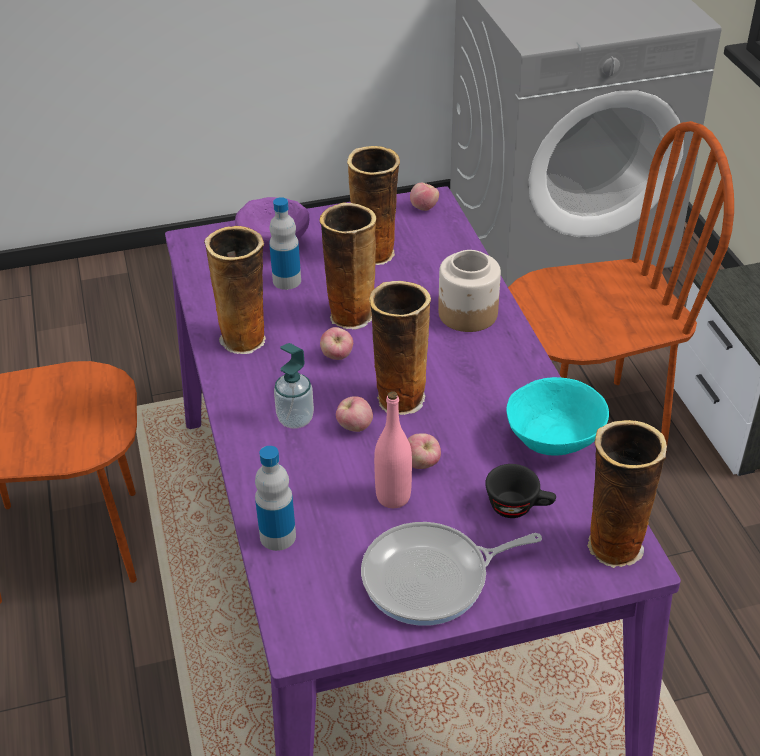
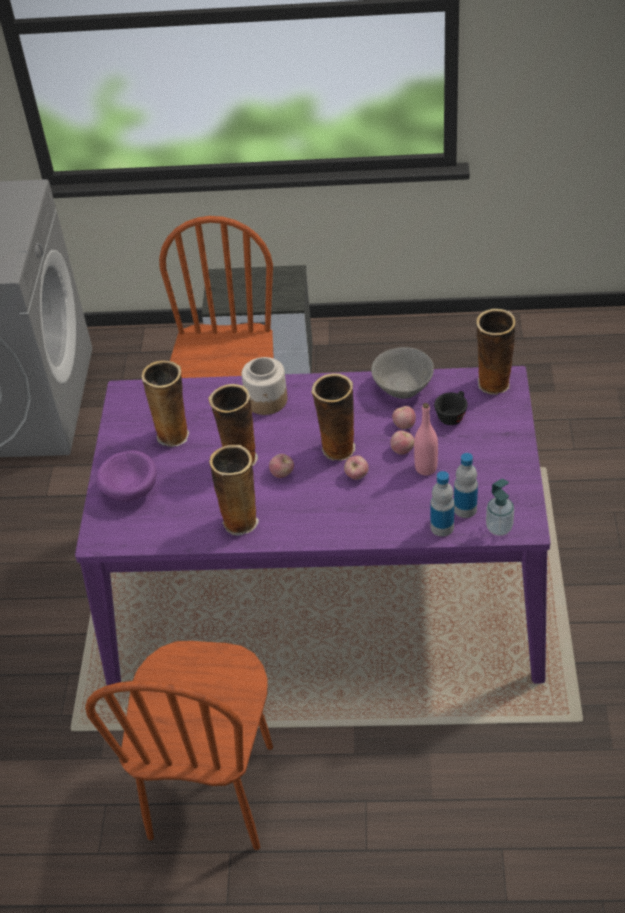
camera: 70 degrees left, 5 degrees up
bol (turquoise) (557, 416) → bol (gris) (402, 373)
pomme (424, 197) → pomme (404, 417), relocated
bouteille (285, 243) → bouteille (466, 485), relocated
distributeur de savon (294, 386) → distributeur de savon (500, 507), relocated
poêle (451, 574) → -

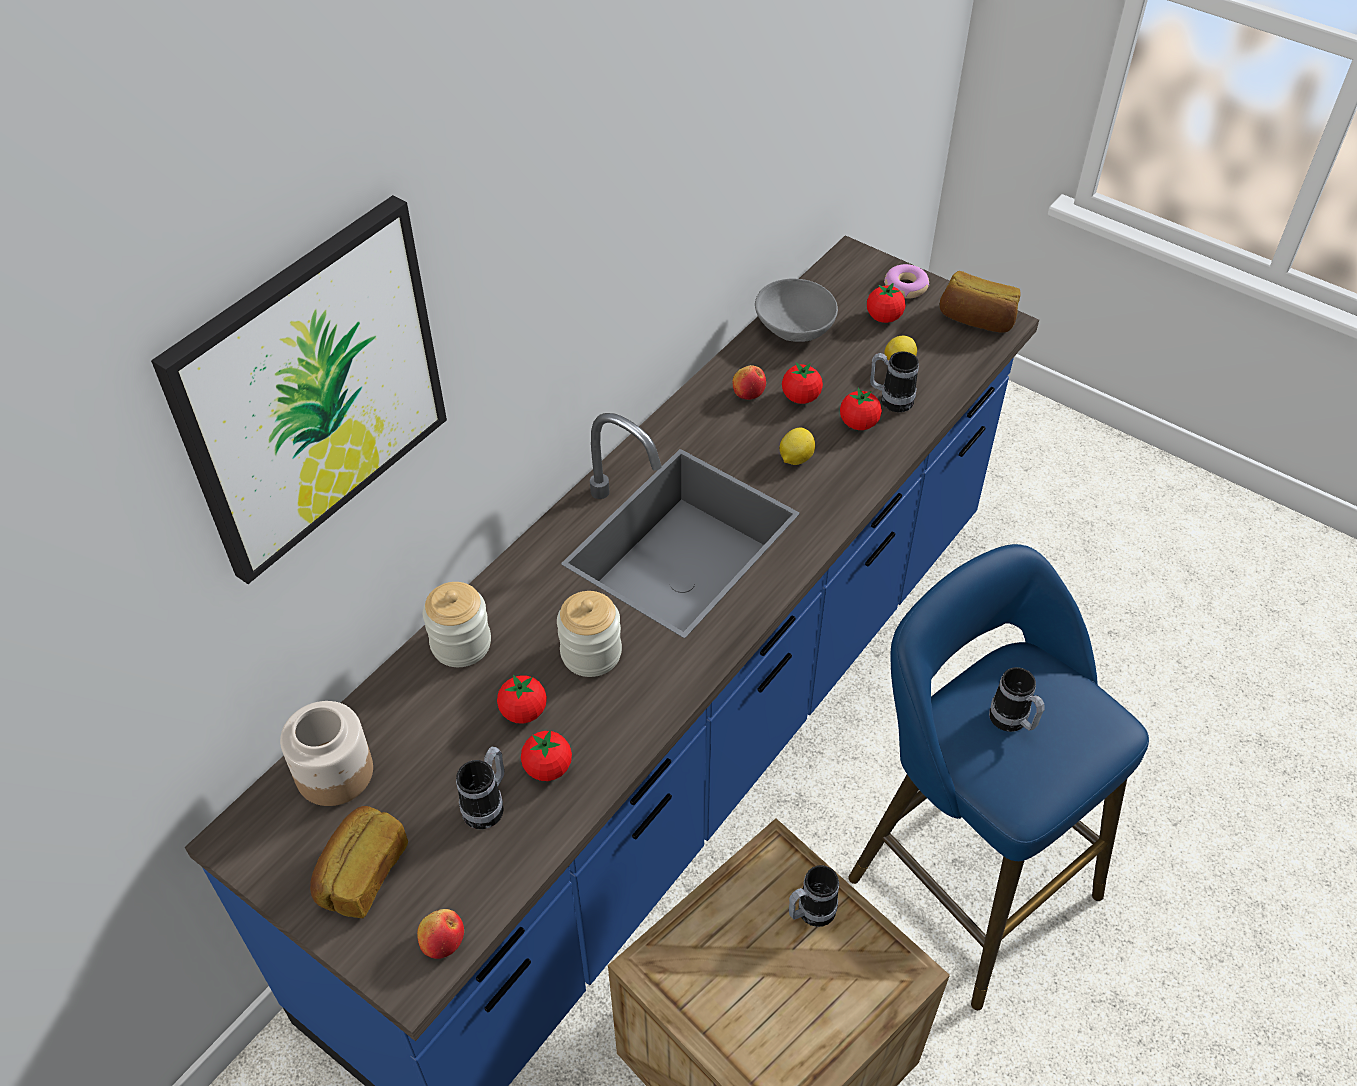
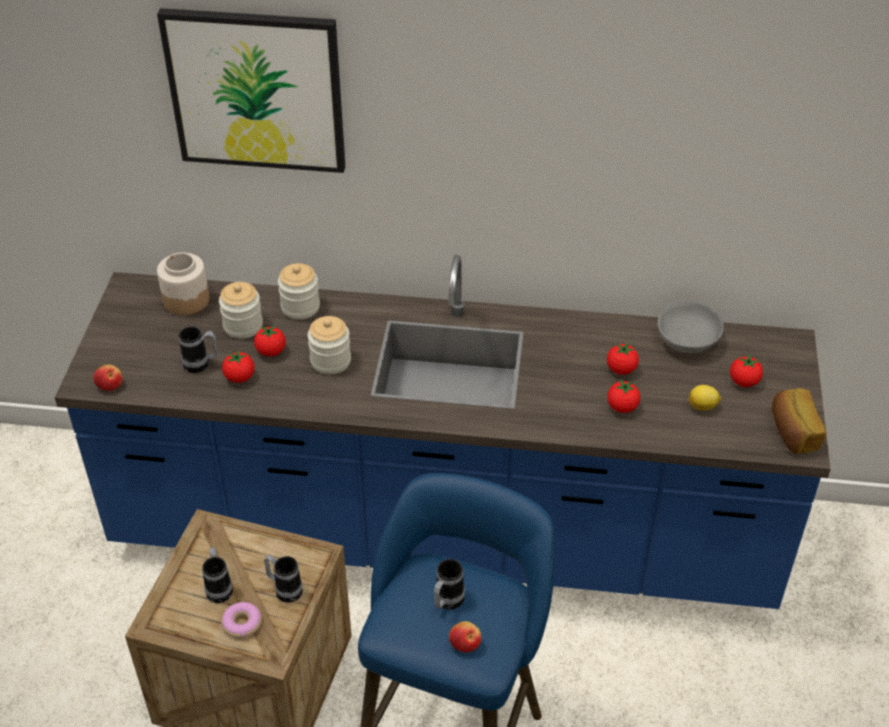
camera: 60 degrees right, 5 degrees down
mug (894, 381) → mug (217, 575), relocated
- → bocal (241, 310)
beignet (906, 281) → beignet (242, 620), relocated
pomme (749, 382) → pomme (465, 636), relocated
pain (359, 862) → -
citron (797, 446) → -

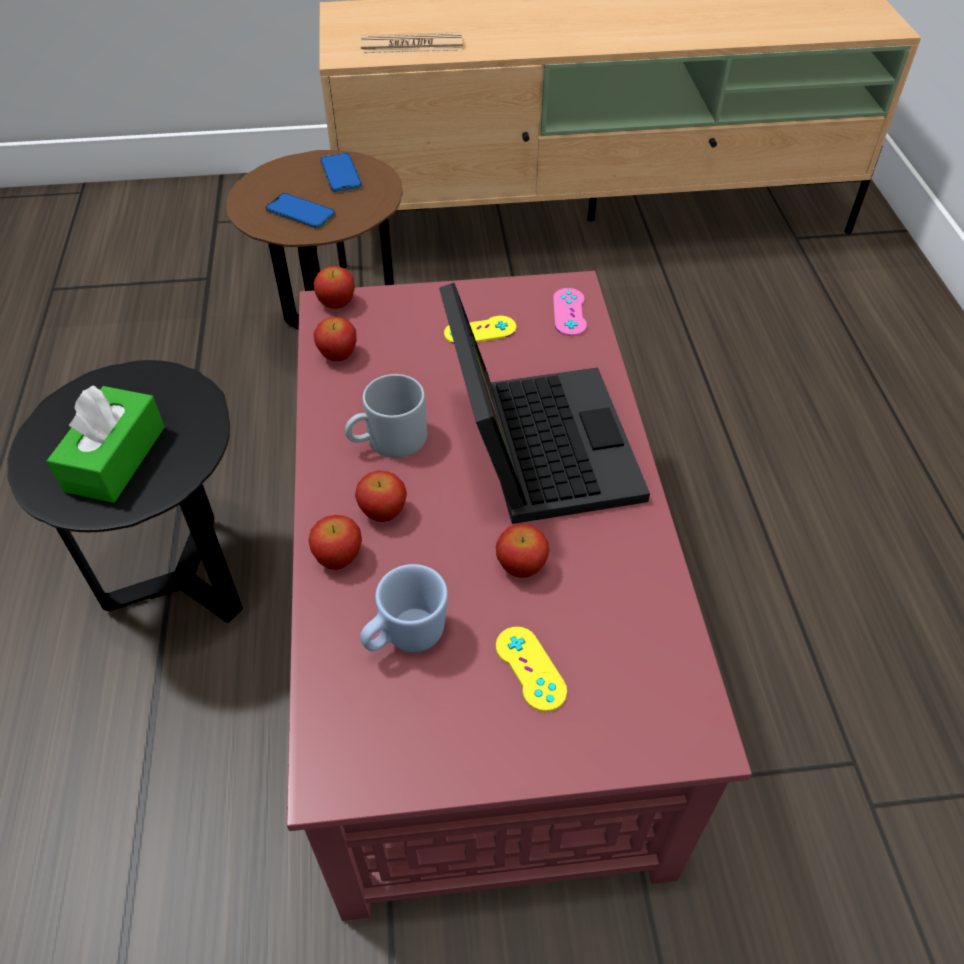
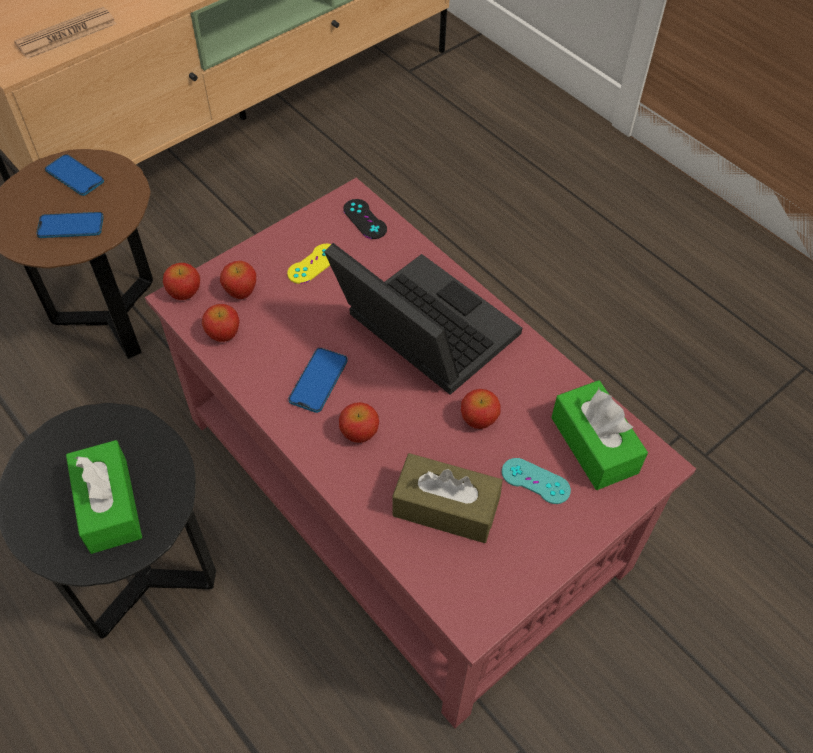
camera: 35 degrees left, 5 degrees up
pomme (335, 542) → pomme (238, 280), relocated
mug (gris) (386, 416) → téléphone (318, 380)
manette (rose) (570, 312) → manette (noir) (365, 219)
mug (bleu) (404, 608) → boîte à mouchoirs (marron) (447, 498)
manette (jaune) (531, 669) → manette (turquoise) (536, 481)
- → boîte à mouchoirs (vert) (599, 435)

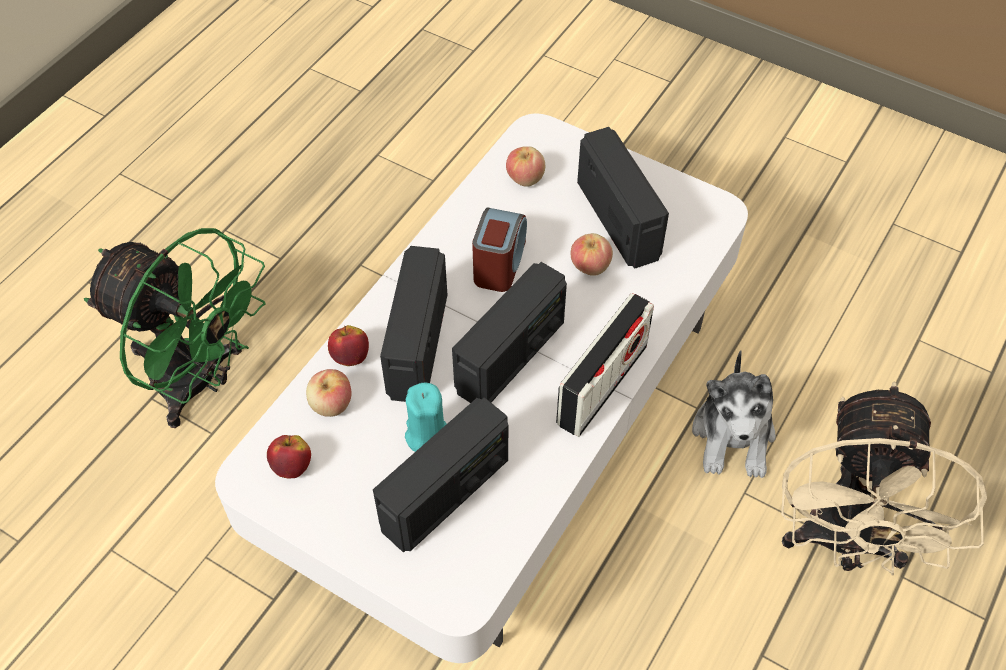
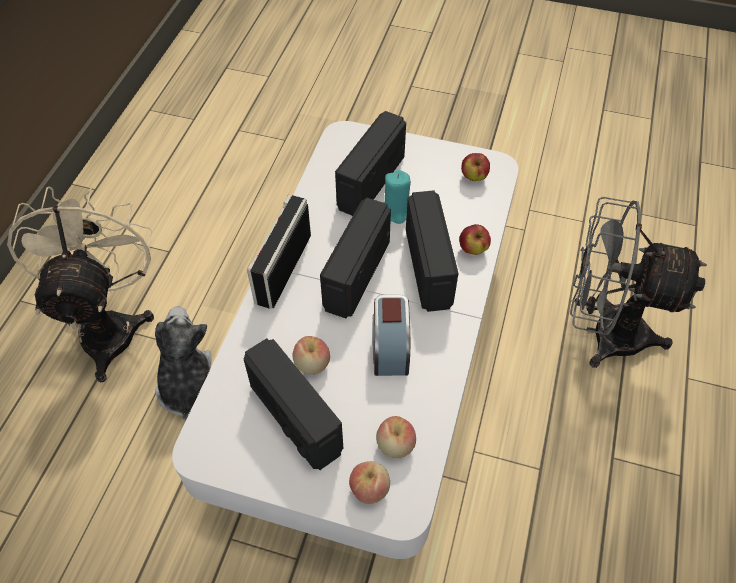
camera: 165 degrees right, 0 degrees up
pomme (329, 393) → pomme (369, 482), relocated
ventilateur (vert) (174, 328) → ventilateur (gris) (638, 282)

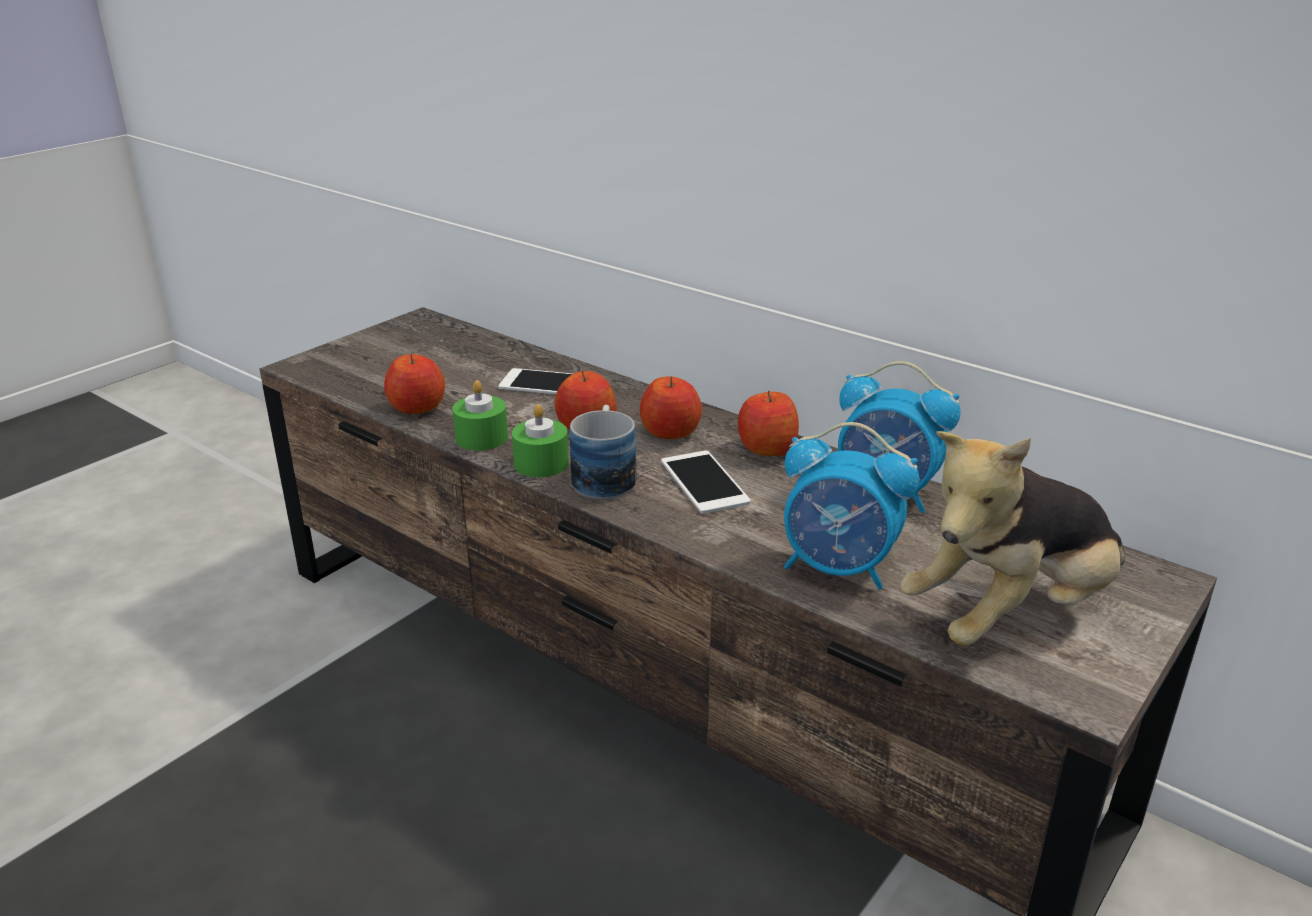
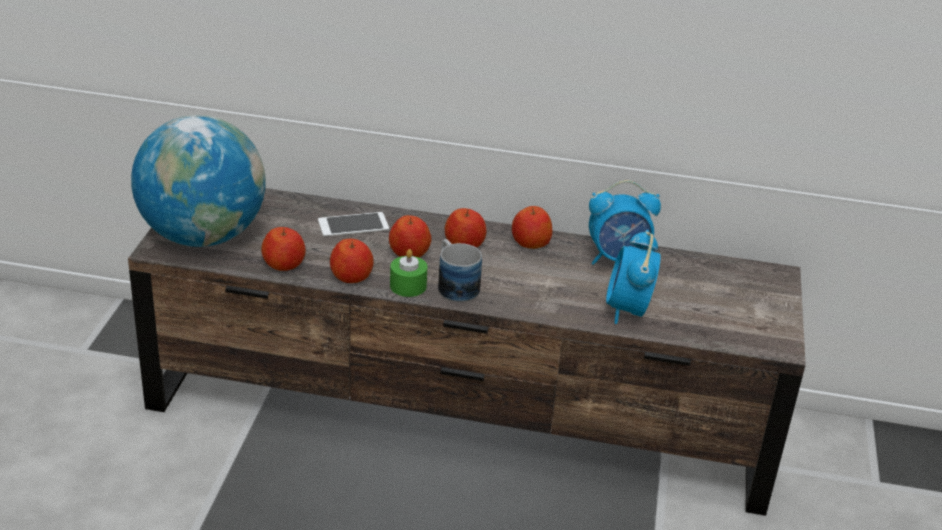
camera: 30 degrees left, 5 degrees up
- → globe (198, 181)
bougie (vert) (480, 415) → pomme (352, 261)
réveil (851, 505) → réveil (633, 277), 105 degrees clockwise
téléphone (706, 482) → -
peluche (1012, 538) → -

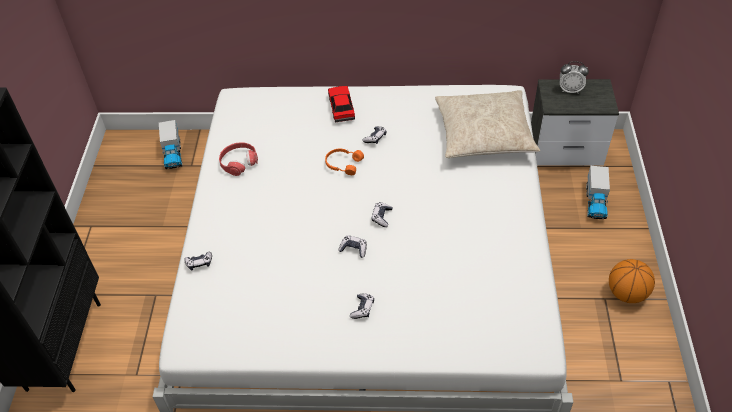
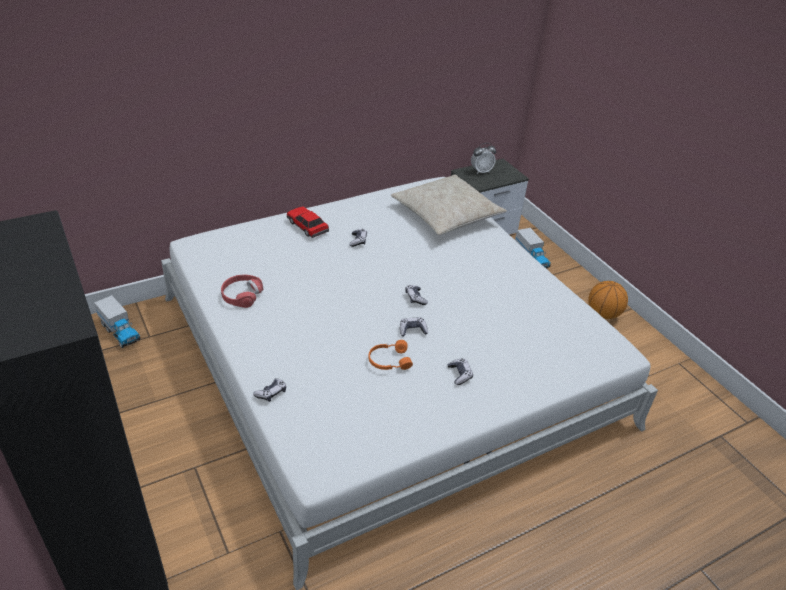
camera: 35 degrees left, 10 degrees down
casque audio (orange) (344, 162) → casque audio (orange) (390, 355), relocated

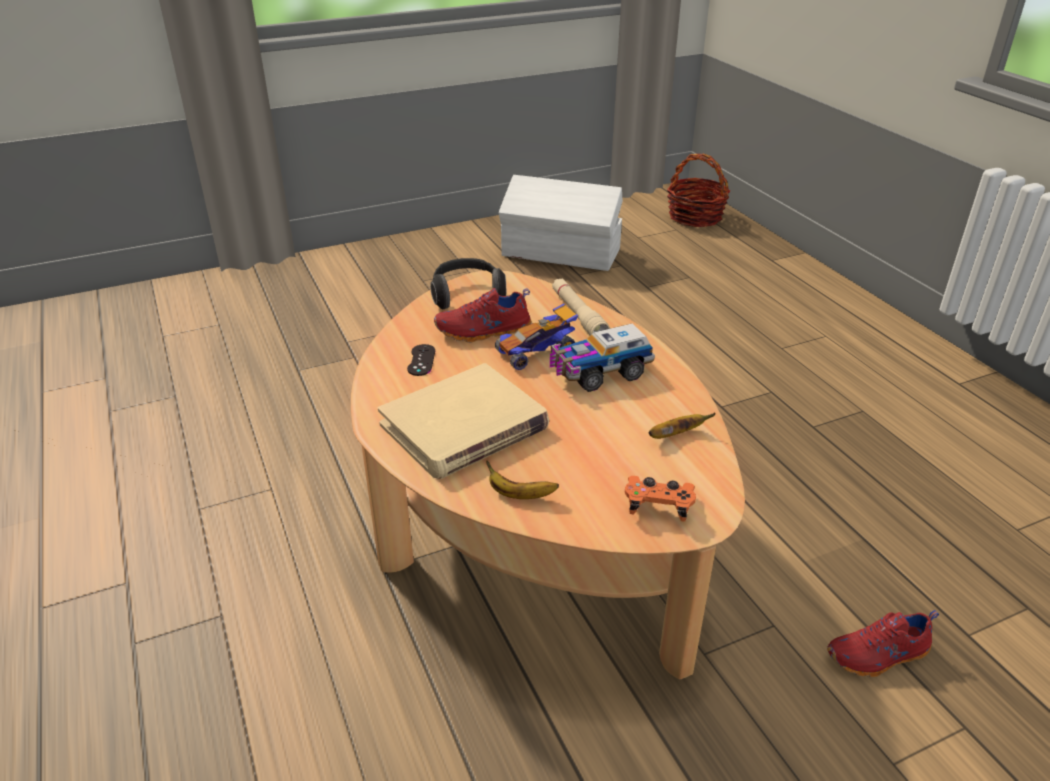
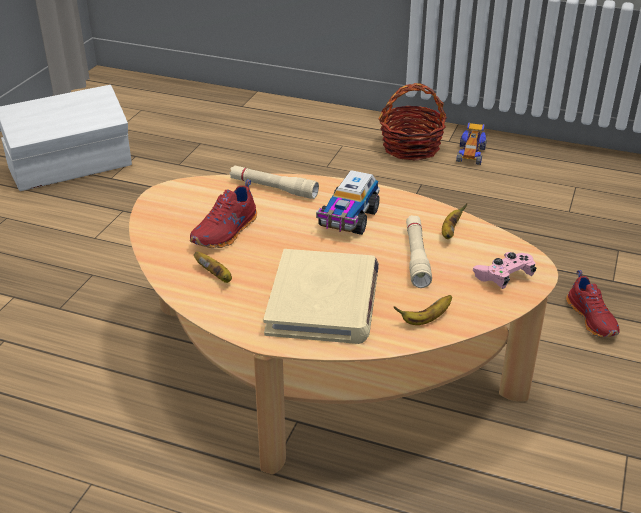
camera: 45 degrees left, 0 degrees up
manette (noir) (421, 360) → banane (213, 267)
panier (698, 190) → panier (413, 122), relocated
- → lampe de poche (beige) (419, 251)
petite voiture (536, 336) → petite voiture (471, 143), relocated
manette (orange) (660, 499) → manette (rose) (504, 270)
chaussure (rouge) (883, 643) → chaussure (rouge) (593, 304), 45 degrees counterclockwise
casque audio (468, 284) → -

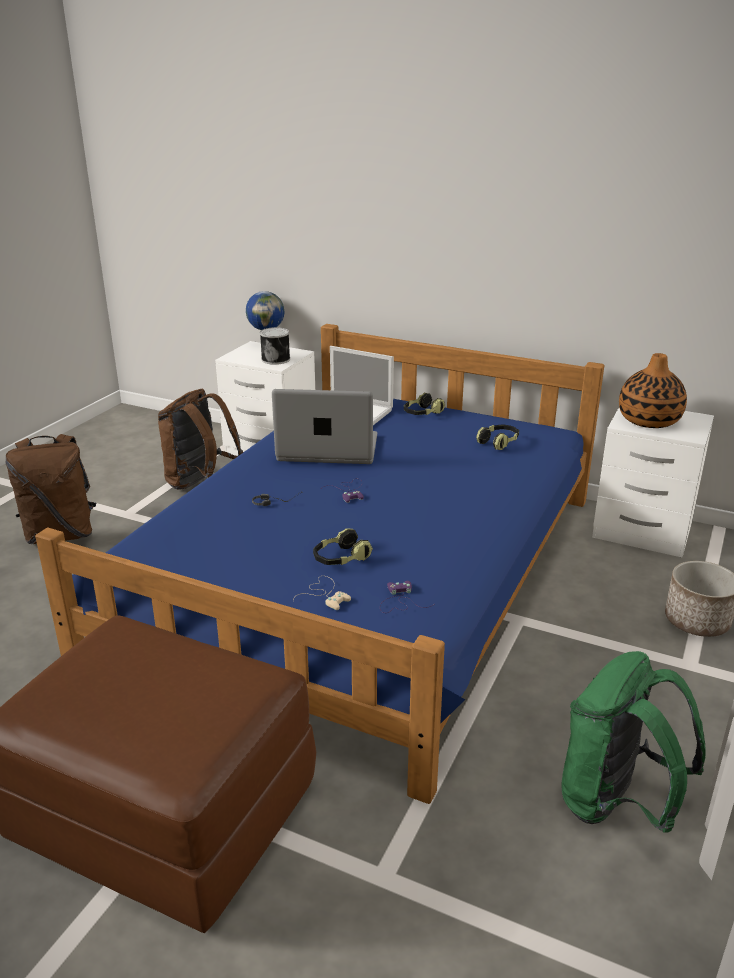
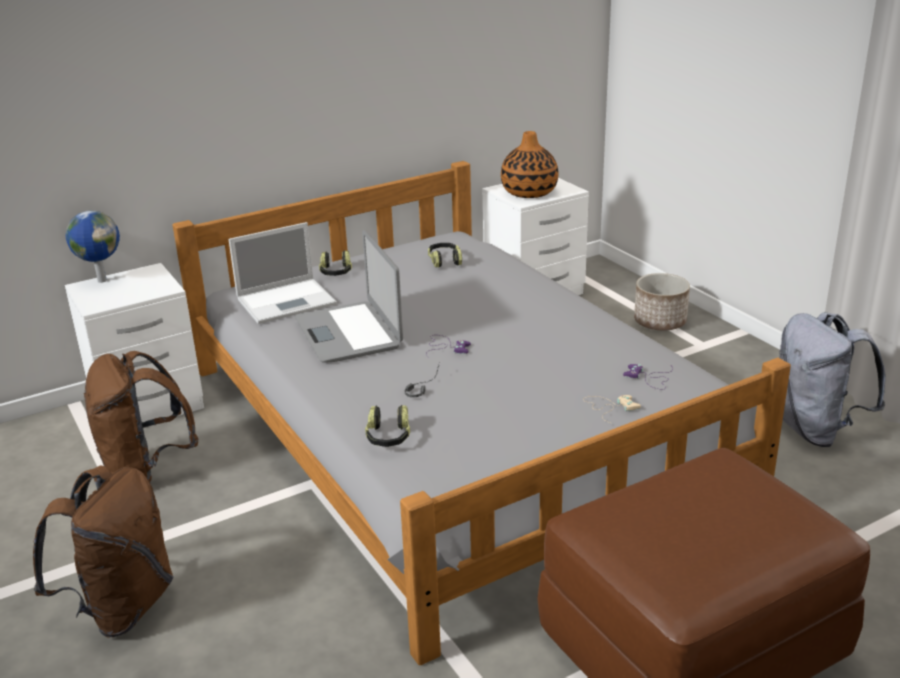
camera: 55 degrees left, 0 degrees up
lit (bleu) (320, 564) → lit (gris) (482, 413)
ordinateur portable (324, 426) → ordinateur portable (349, 296), 60 degrees counterclockwise
casque audio (343, 546) → casque audio (387, 426), relocated
sac à dos (vert) (634, 742) → sac à dos (gris) (832, 379)
boîte métallique (275, 346) → -

